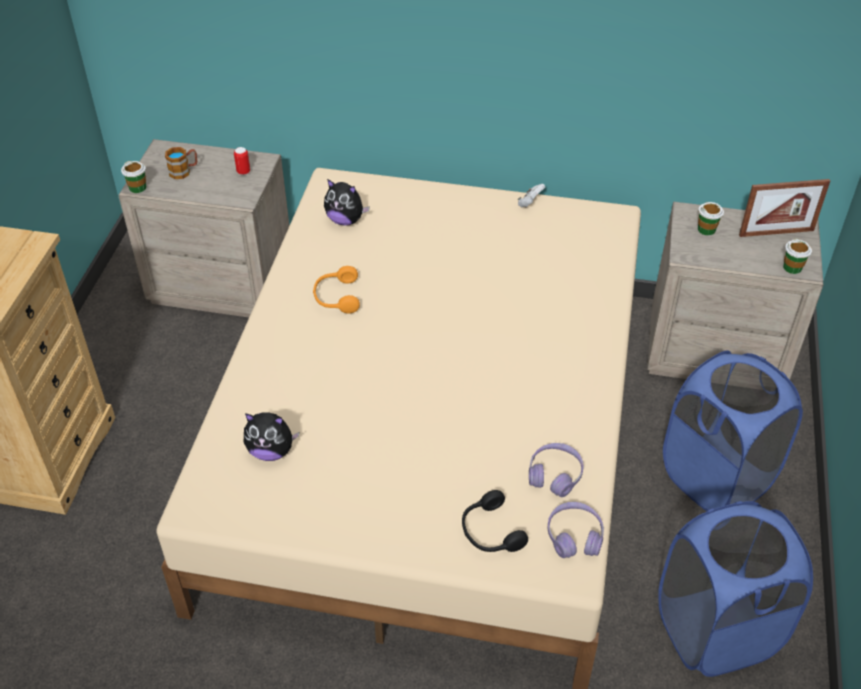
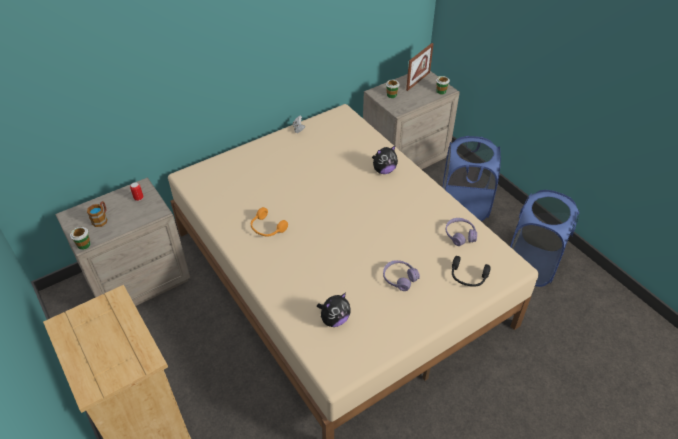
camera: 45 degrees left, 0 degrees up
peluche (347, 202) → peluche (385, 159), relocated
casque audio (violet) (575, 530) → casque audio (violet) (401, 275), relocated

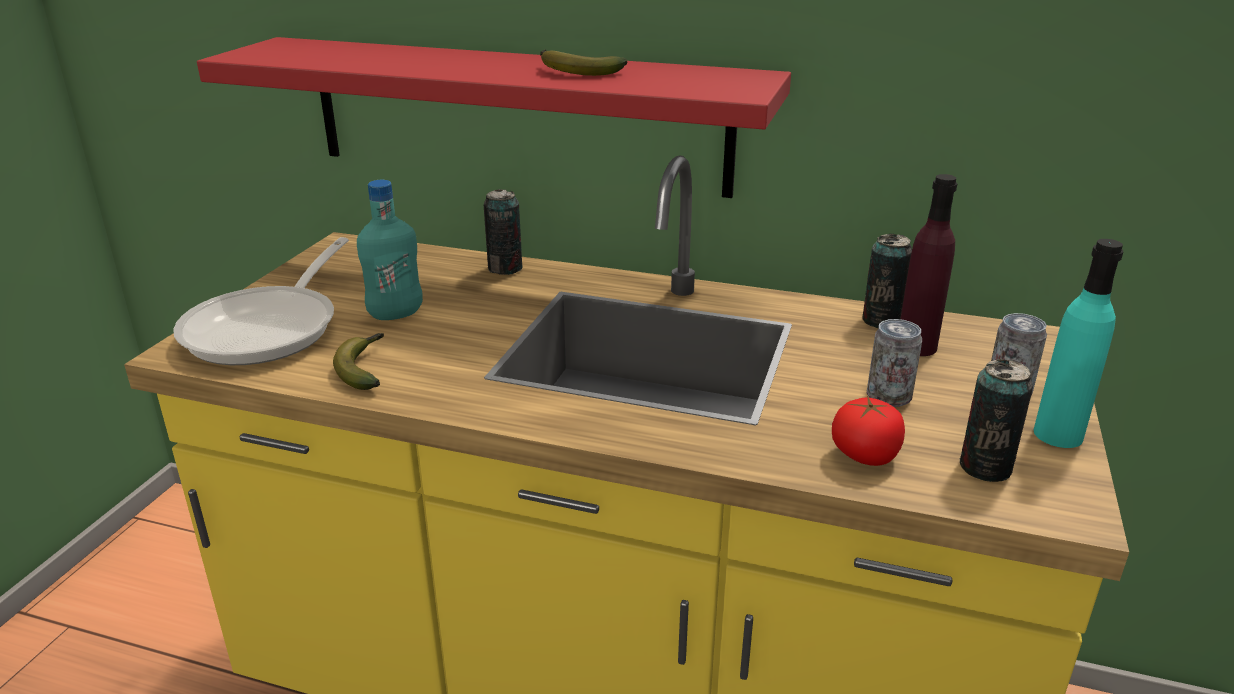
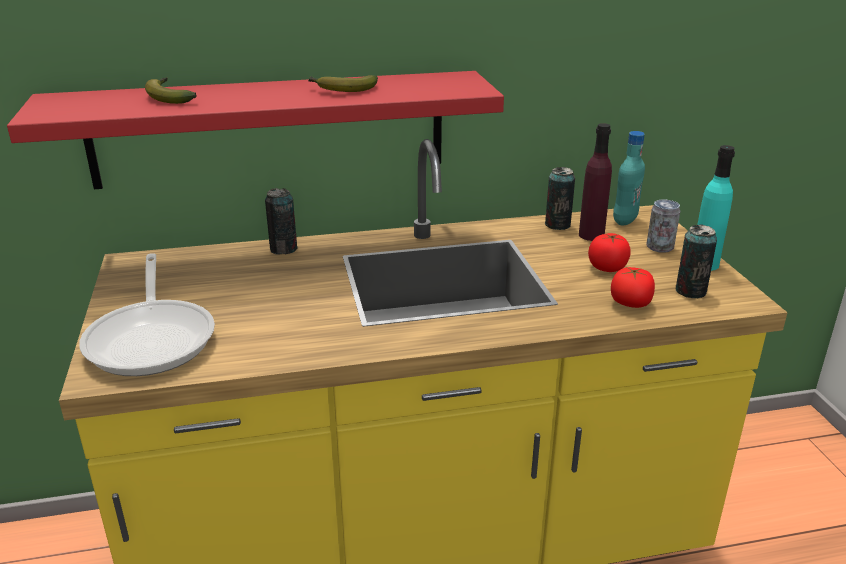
camera: 30 degrees left, 0 degrees up
banane (358, 361) → banane (171, 90), relocated
boîte métallique (894, 363) → tomate (609, 252)
bouteille (turquoise) (390, 250) → bouteille (turquoise) (629, 178), relocated

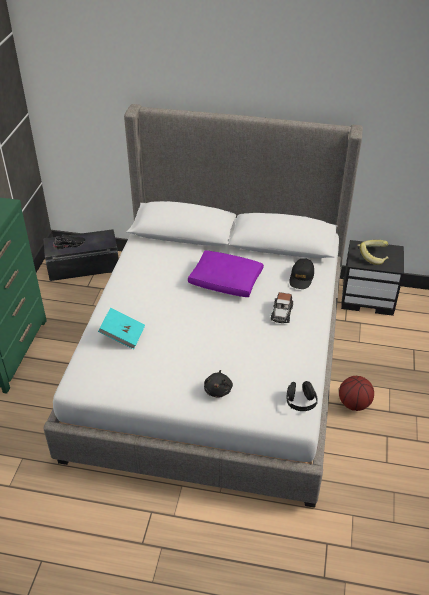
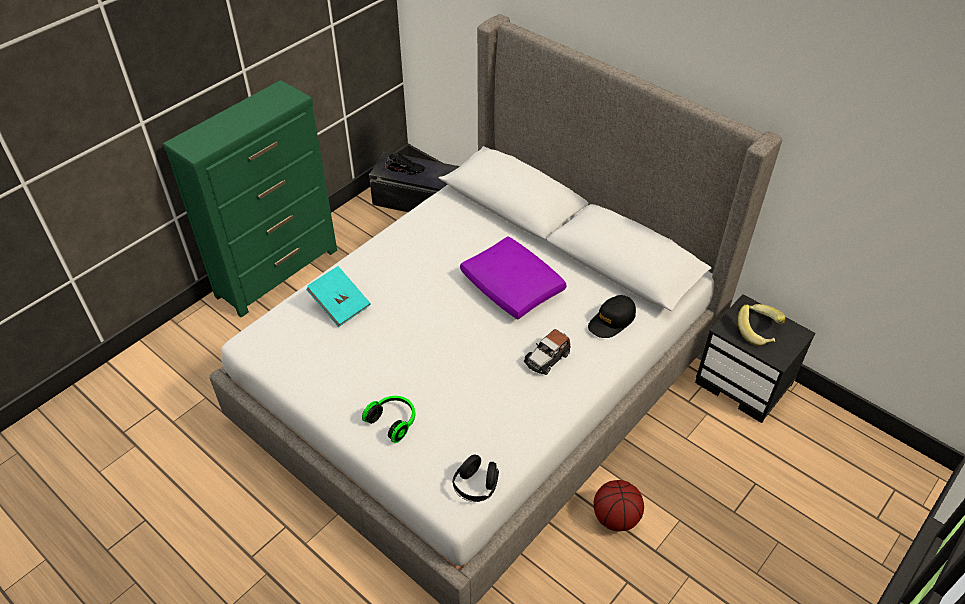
camera: 30 degrees right, 5 degrees up
peluche (noir) (218, 384) → casque audio (388, 419)

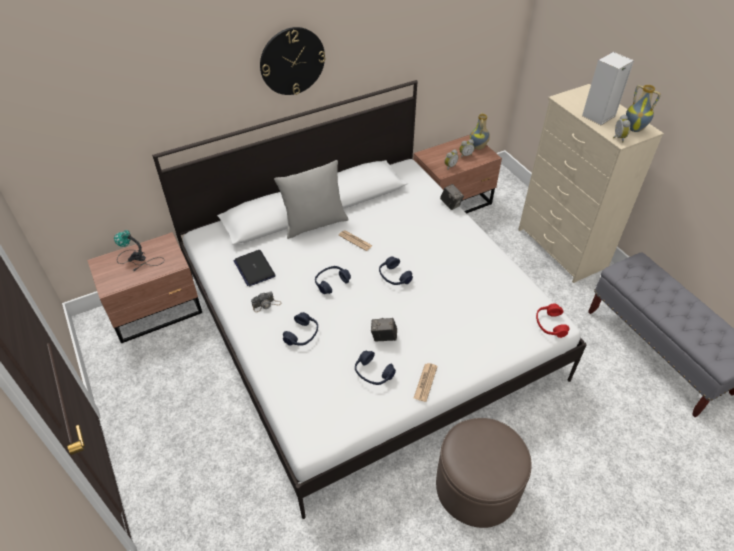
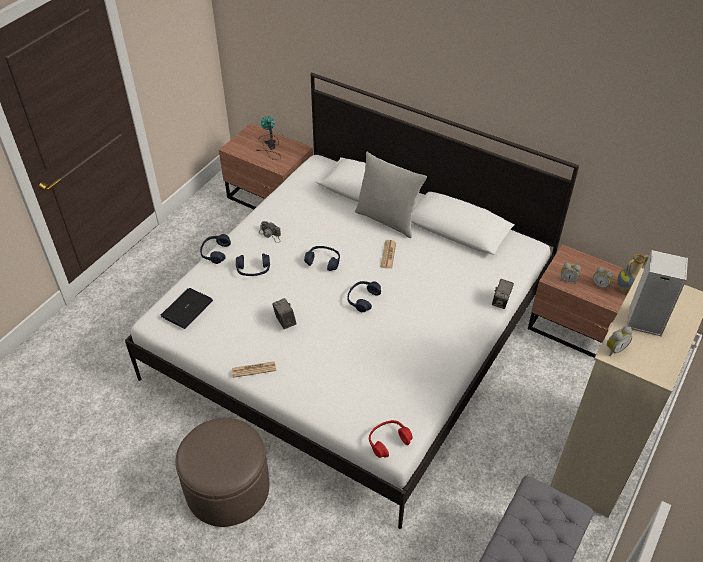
camera: 60 degrees right, 0 degrees up
ordinateur portable (255, 268) → ordinateur portable (187, 308), relocated
casque audio (bleu) (375, 367) → casque audio (bleu) (215, 249), relocated
horloge murale (292, 61) → -
vase (643, 108) → -

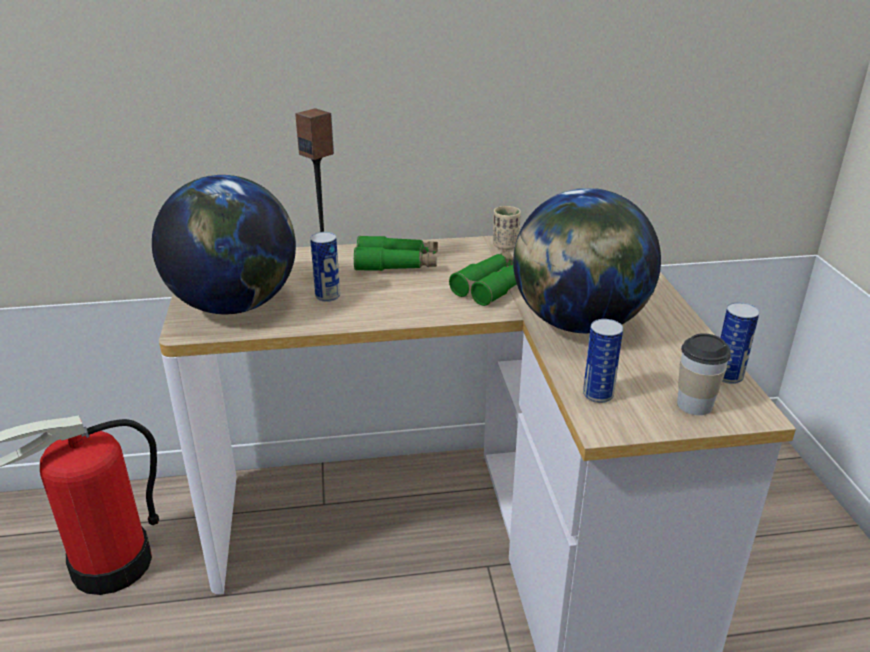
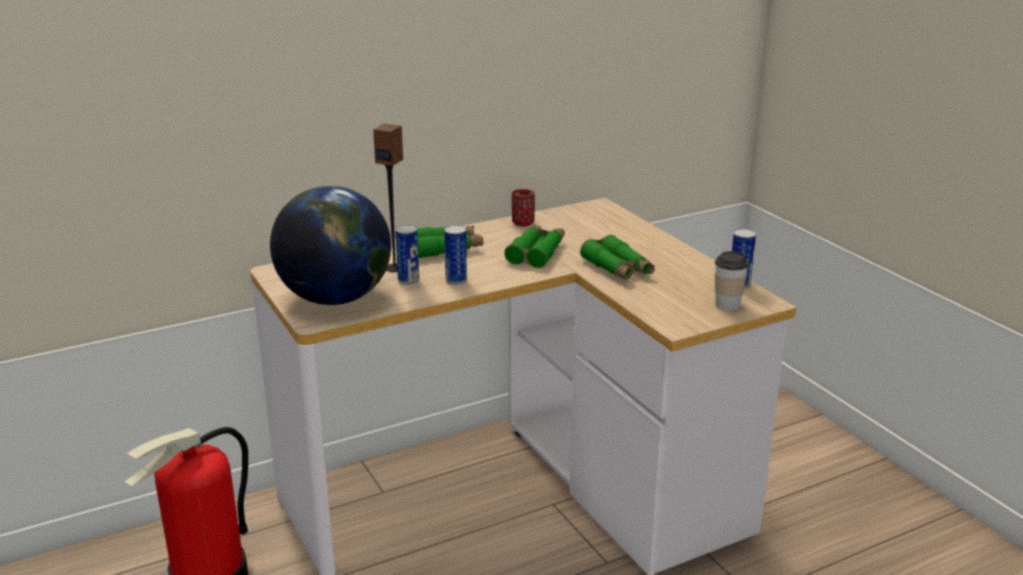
camera: 20 degrees left, 5 degrees down
boîte métallique (603, 361) → boîte métallique (455, 255), relocated
tasse (beige) (507, 228) → tasse (rouge) (523, 208)
globe (587, 260) → jumelles (vert) (617, 257)

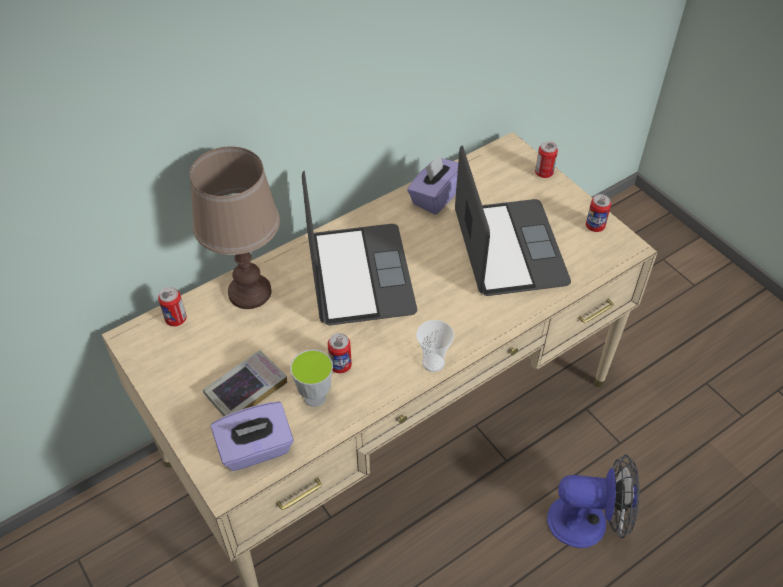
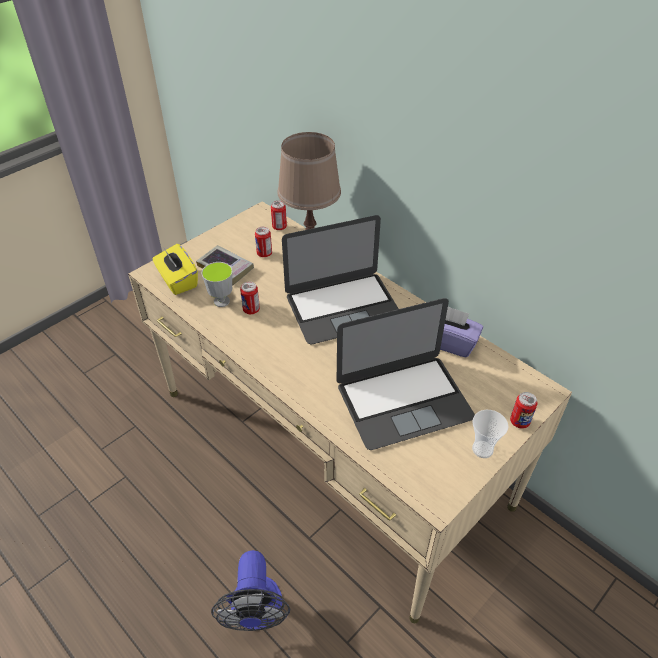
camera: 80 degrees right, 5 degrees down
boîte à mouchoirs (violet) (252, 436) → boîte à mouchoirs (jaune) (175, 269)
boîte métallique (598, 213) → boîte métallique (263, 242), relocated
tasse (435, 346) → tasse (490, 434), relocated

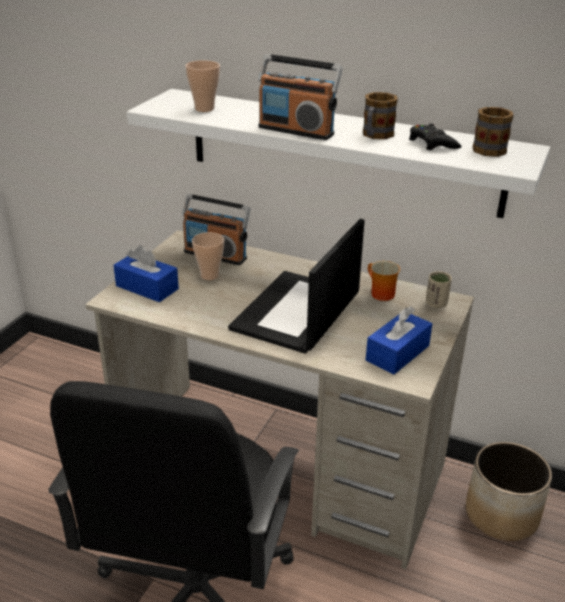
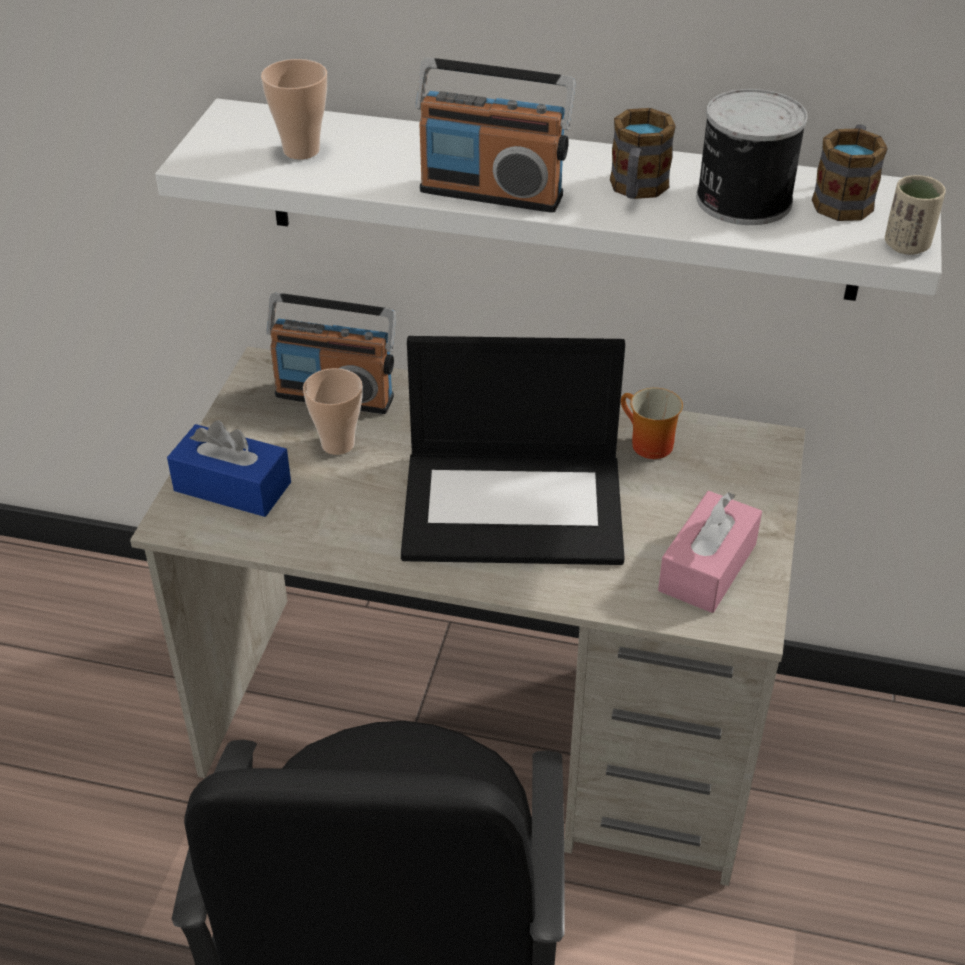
camera: 10 degrees left, 10 degrees up
ordinateur portable (296, 286) → ordinateur portable (513, 450), 105 degrees counterclockwise
boîte à mouchoirs (bleu) (399, 340) → boîte à mouchoirs (rose) (710, 552)
manette (noir) (435, 137) → boîte métallique (752, 157)
tasse (beige) (439, 289) → tasse (beige) (915, 215), relocated
cache-pot (509, 491) → -

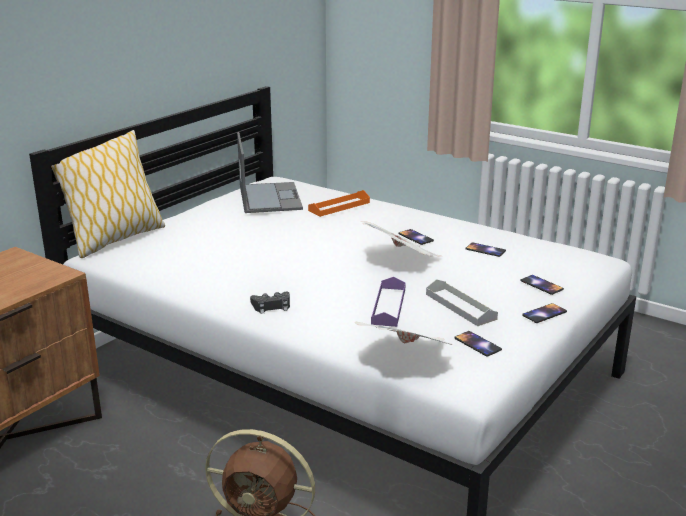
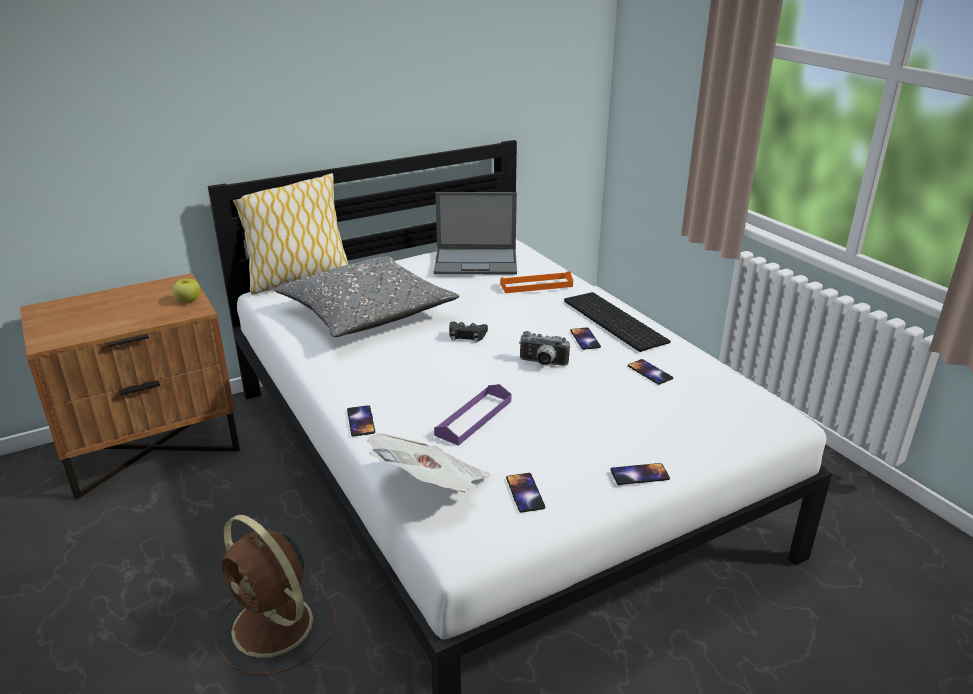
camera: 25 degrees right, 5 degrees up
- → pomme (186, 290)
- → coussin (gris) (367, 296)
téléphone (542, 285) → téléphone (361, 421), relocated
ordinateur portable (270, 172) → ordinateur portable (475, 233), 75 degrees clockwise
manette (noir) (270, 303) → manette (noir) (468, 332), relocated
journal (402, 239) → appareil photo (544, 348)
- → clavier (617, 322)
plateau (gris) (462, 302) → -

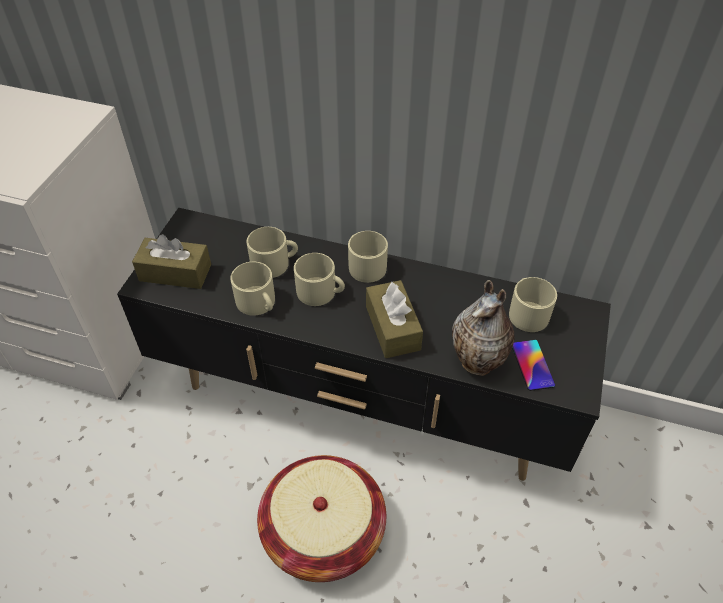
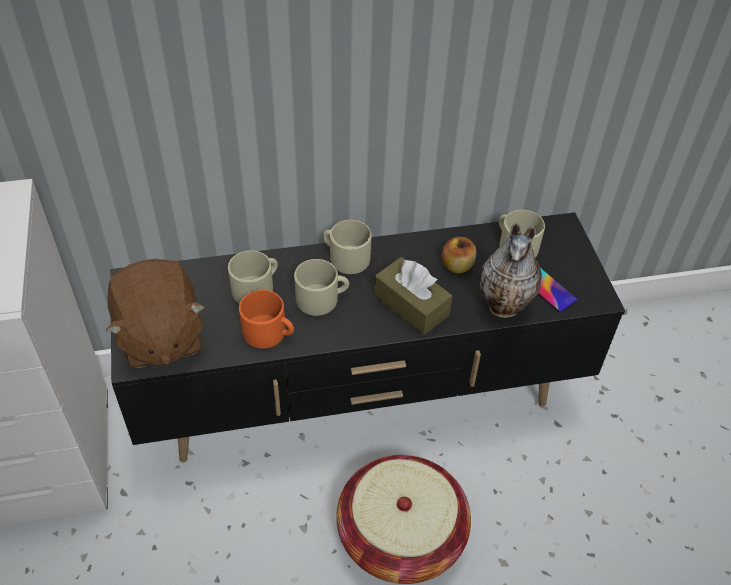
camera: 30 degrees left, 0 degrees up
boîte à mouchoirs (marron) (171, 261) → peluche (marron) (155, 313)
mug (beige) (252, 289) → mug (orange) (266, 319)
- → pomme (459, 255)

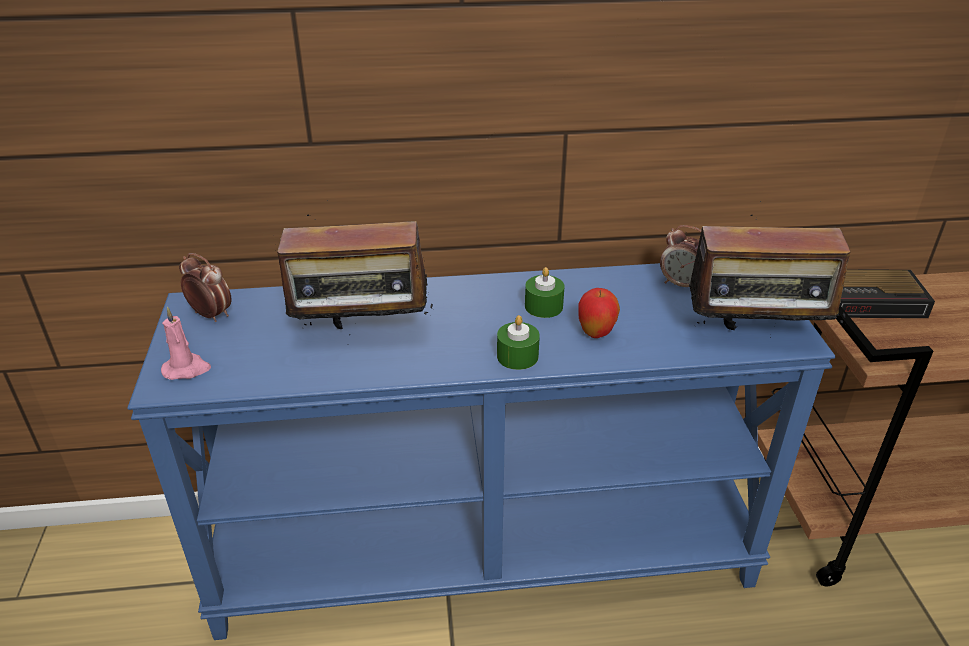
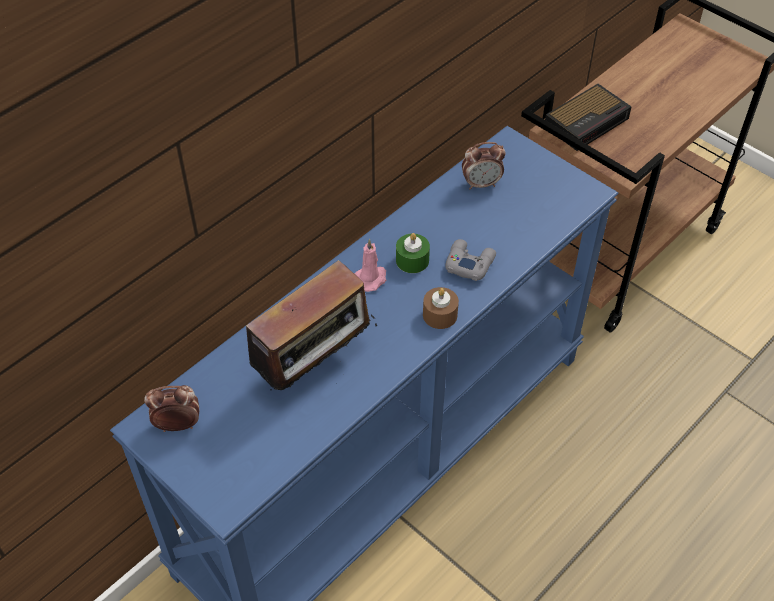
camera: 40 degrees left, 15 degrees up
bougie (rose) (186, 343) → bougie (rose) (370, 265), relocated
bougie (vert) (518, 342) → bougie (marron) (441, 308)
pomme (599, 313) → manette (gris) (470, 260)
radio (769, 269) → -

